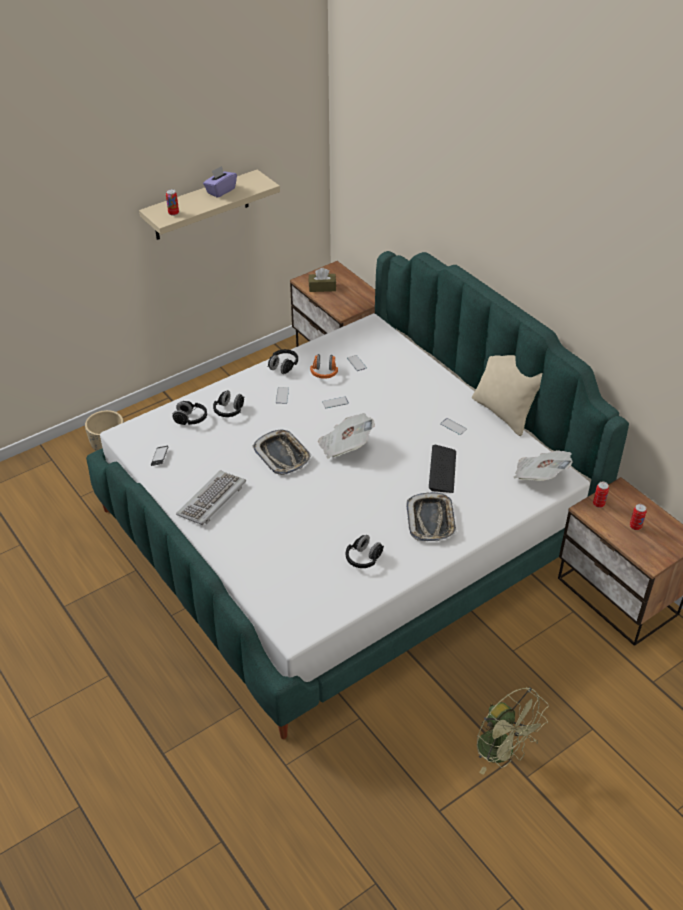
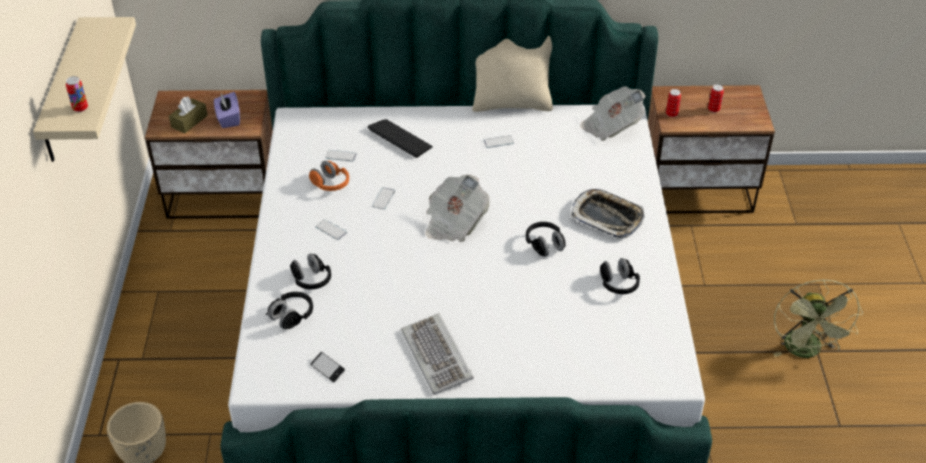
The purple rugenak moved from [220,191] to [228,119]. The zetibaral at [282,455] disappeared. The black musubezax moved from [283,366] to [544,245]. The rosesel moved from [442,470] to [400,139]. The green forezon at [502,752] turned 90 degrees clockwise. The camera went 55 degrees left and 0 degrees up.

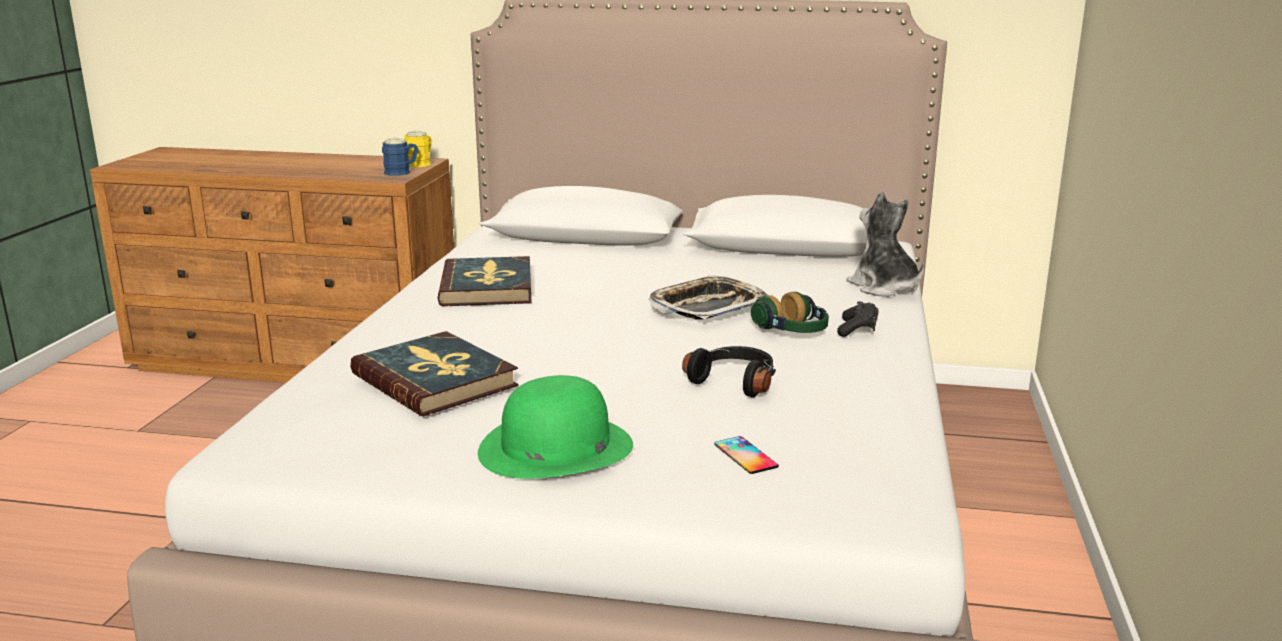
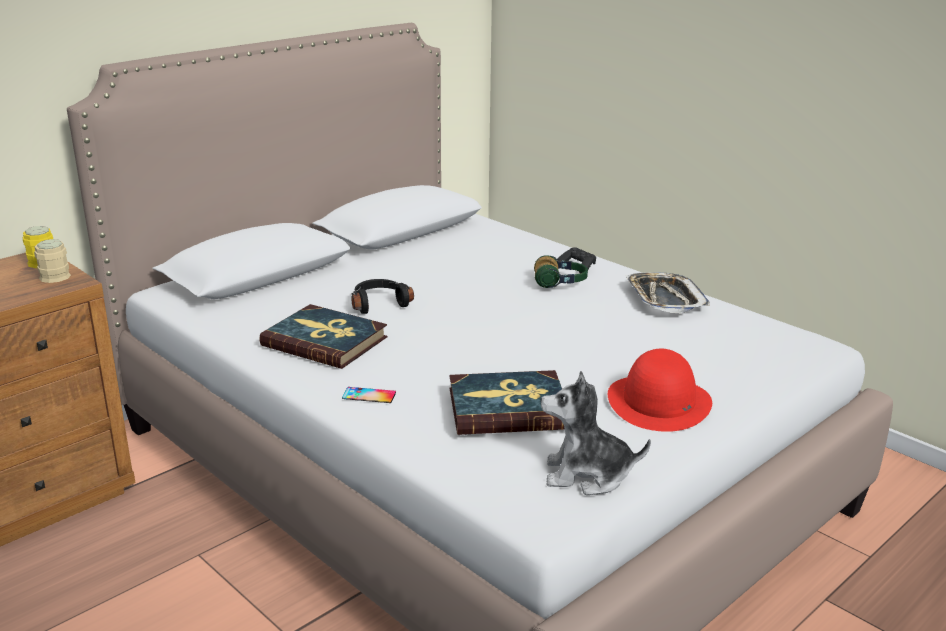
The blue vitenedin at [402,172] became the beige vitenedin at [57,274]. The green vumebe at [555,448] became the red vumebe at [659,402]. The zetibaral moved from [708,307] to [665,299]. The black musubezax moved from [735,381] to [379,303]. The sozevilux moved from [745,455] to [369,395]. The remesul moved from [884,288] to [587,475]. The camera went 55 degrees left and 5 degrees up.

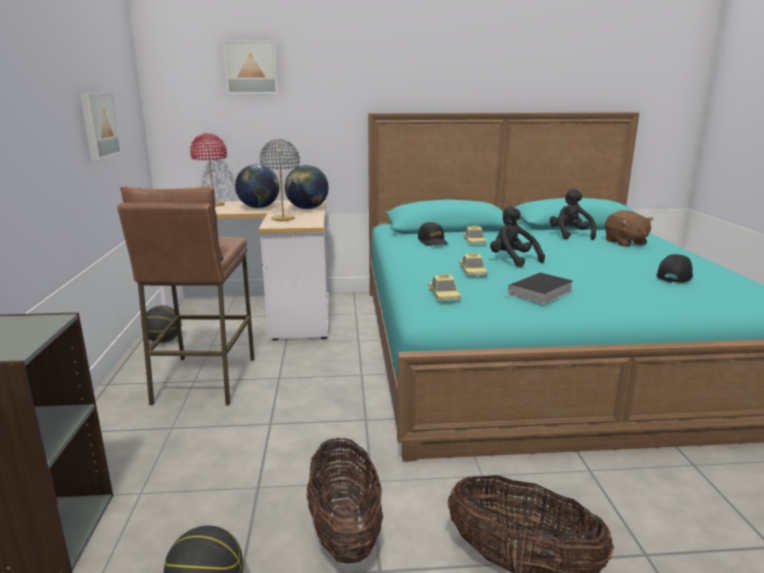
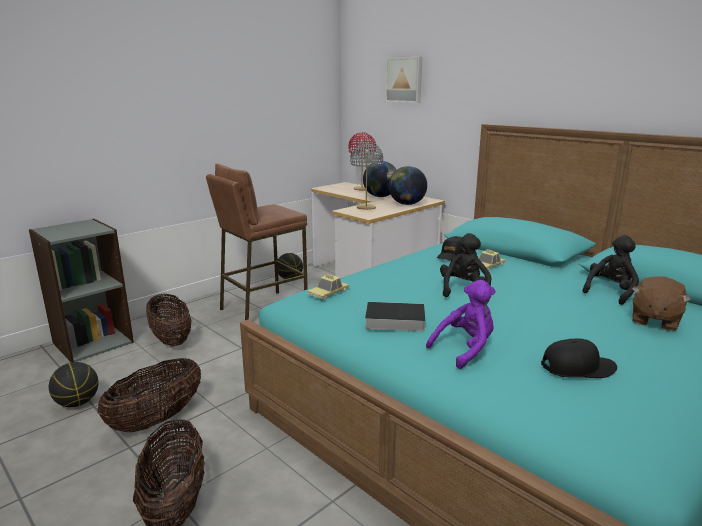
The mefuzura at [98,125] disappeared. The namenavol at [472,271] disappeared. The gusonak at [171,339] appeared. The purple remesul at [465,349] appeared. The camera went 50 degrees right and 0 degrees up.

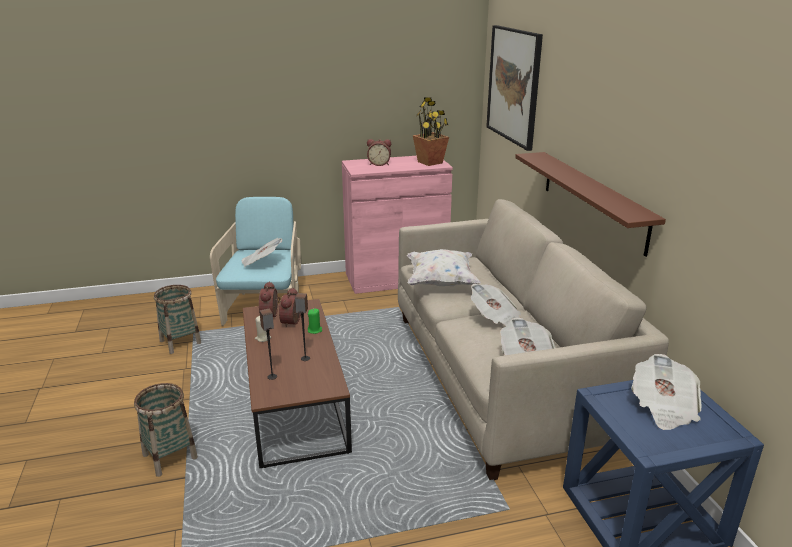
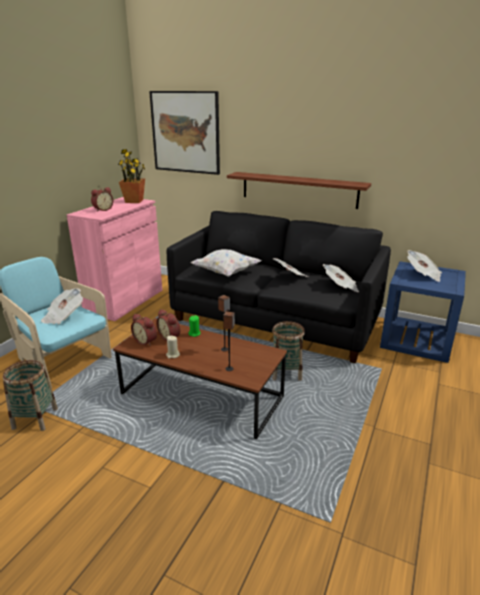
The gusonak moved from [170,456] to [286,372]. The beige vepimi at [501,376] became the black vepimi at [276,320]. The camera went 50 degrees left and 0 degrees up.

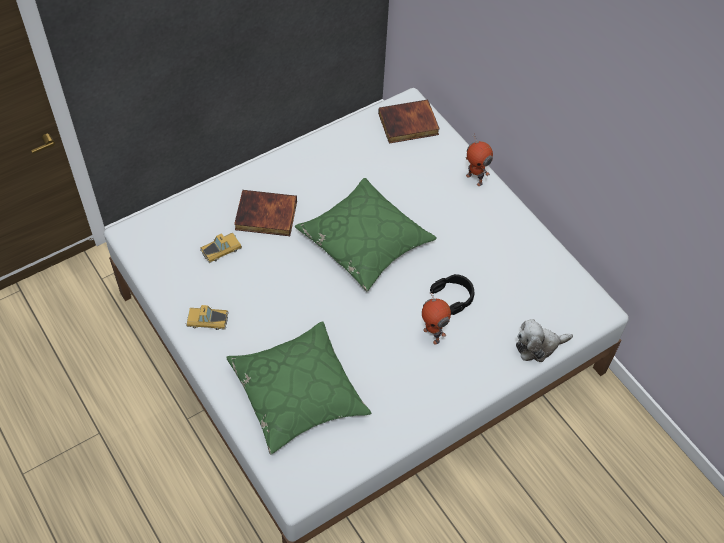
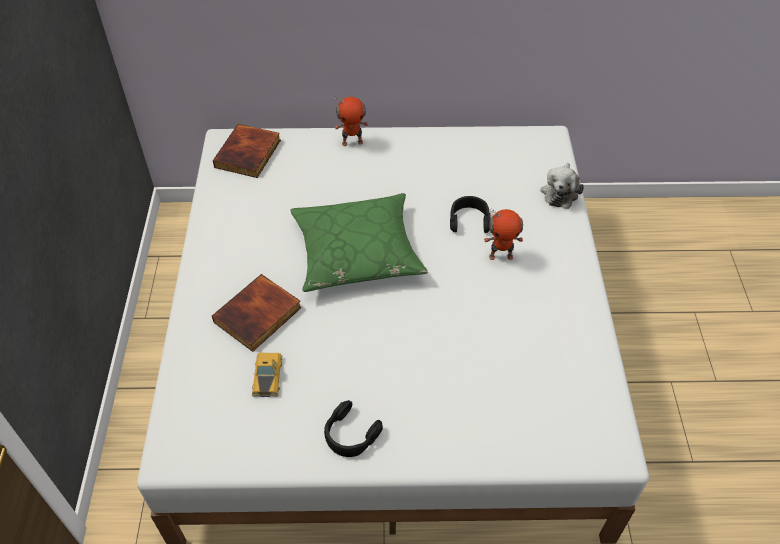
The namenavol at [207,319] was replaced by the black musubezax at [350,434]. The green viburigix at [298,393] disappeared. The camera went 55 degrees left and 5 degrees down.

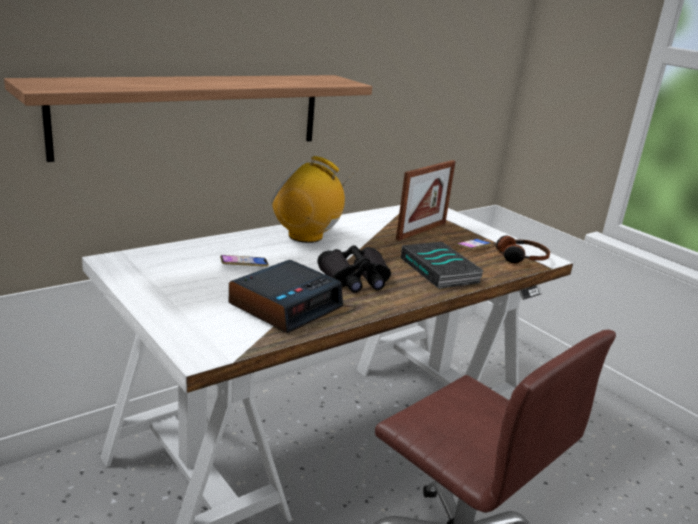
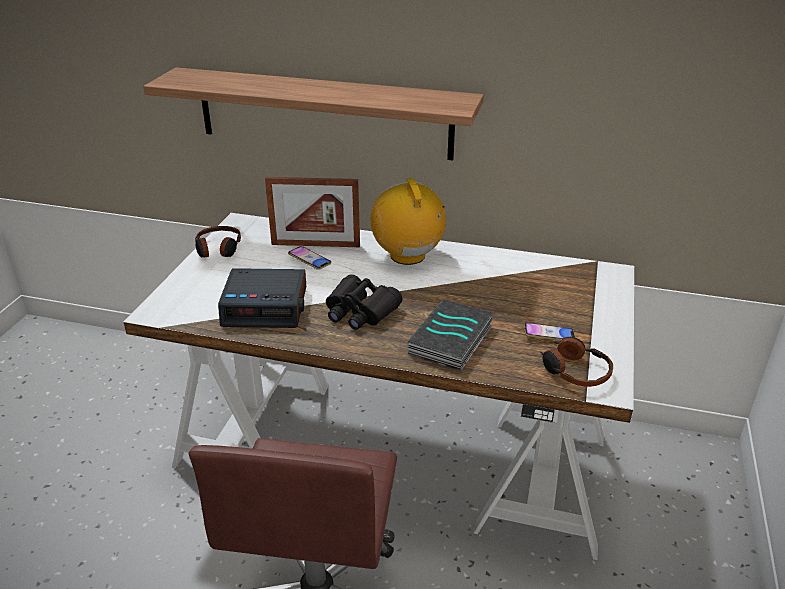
The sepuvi moved from [421,231] to [315,245]. The musubezax at [218,249] appeared. The camera went 55 degrees right and 10 degrees up.

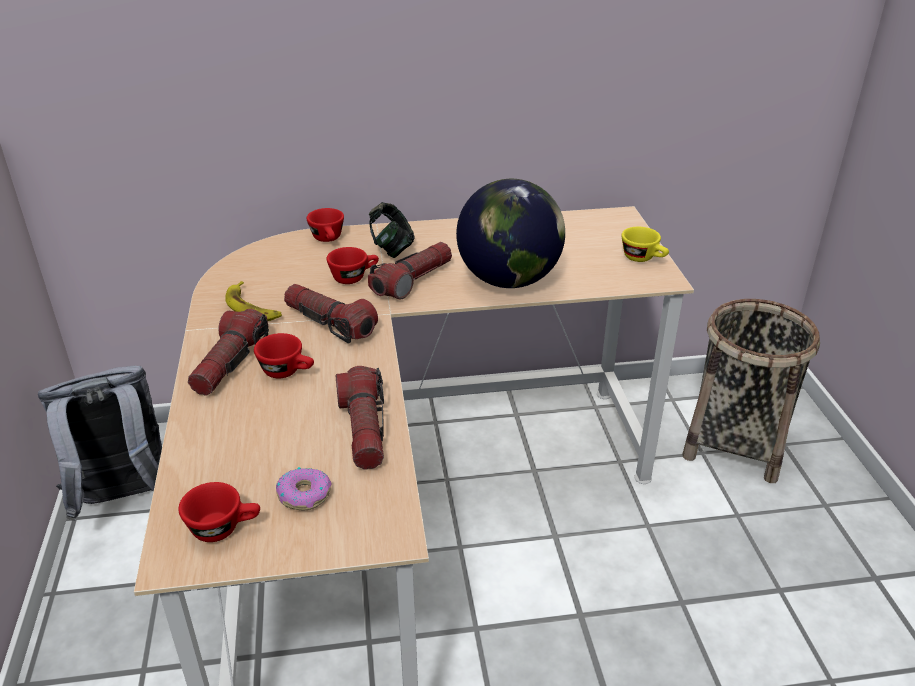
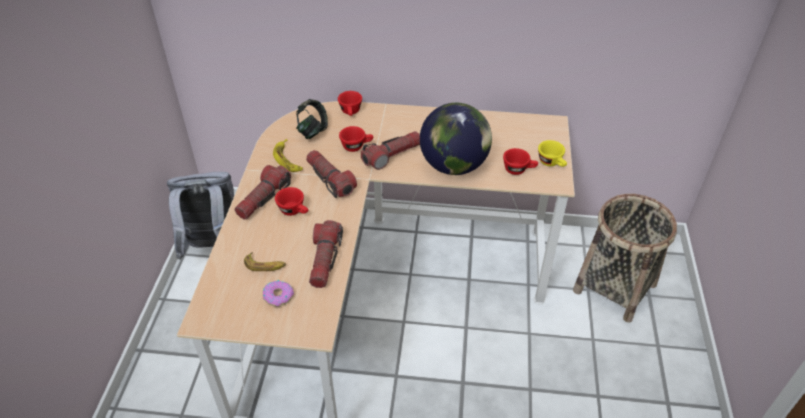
The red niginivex moved from [224,527] to [519,170]. The musubezax moved from [392,249] to [312,131]. The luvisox at [265,265] appeared. The camera went 15 degrees right and 10 degrees up.

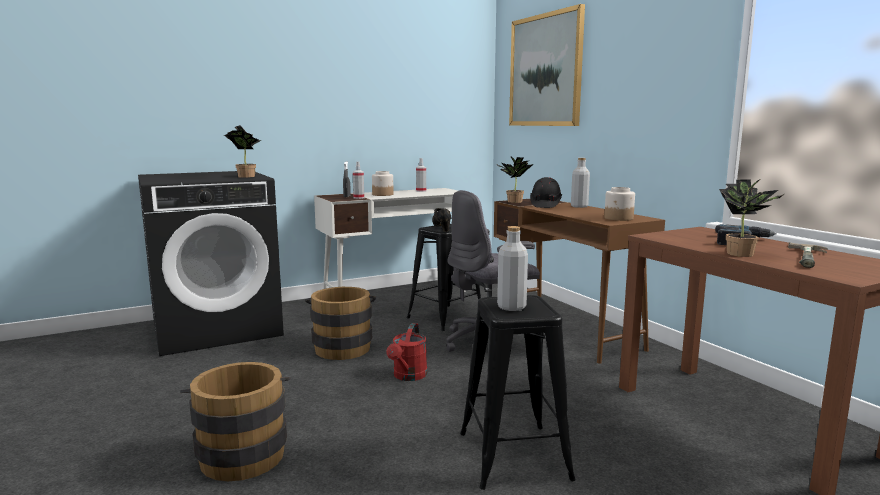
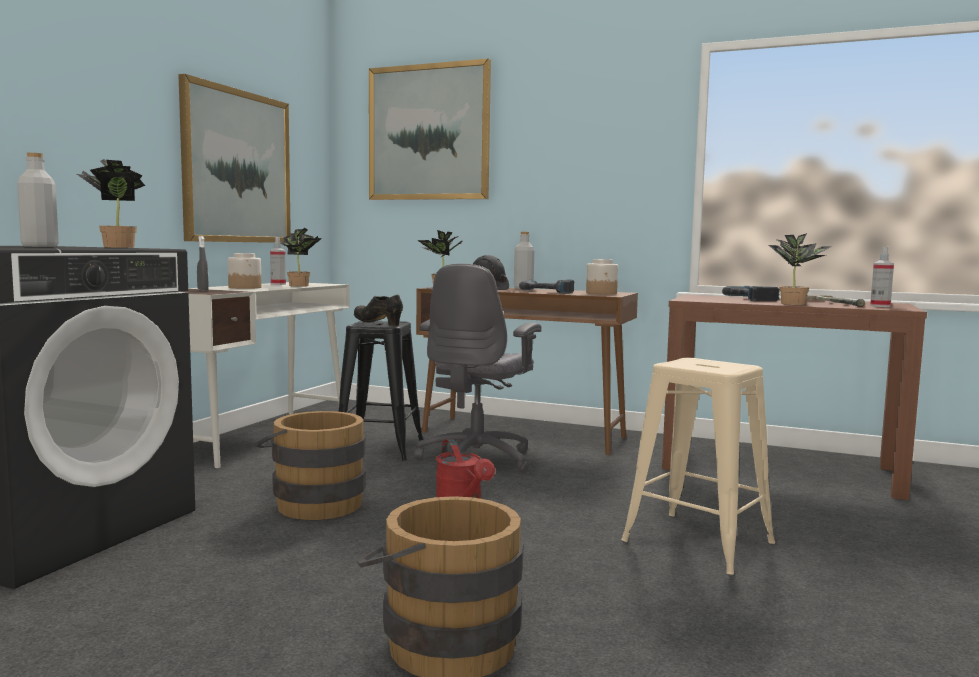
The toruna moved from [358,198] to [880,306]. The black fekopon at [513,455] became the beige fekopon at [697,541]. The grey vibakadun moved from [511,307] to [40,246]. The mefuzura at [237,167] appeared. The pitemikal at [301,286] appeared. The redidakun at [547,291] appeared. The camera went 40 degrees left and 5 degrees down.

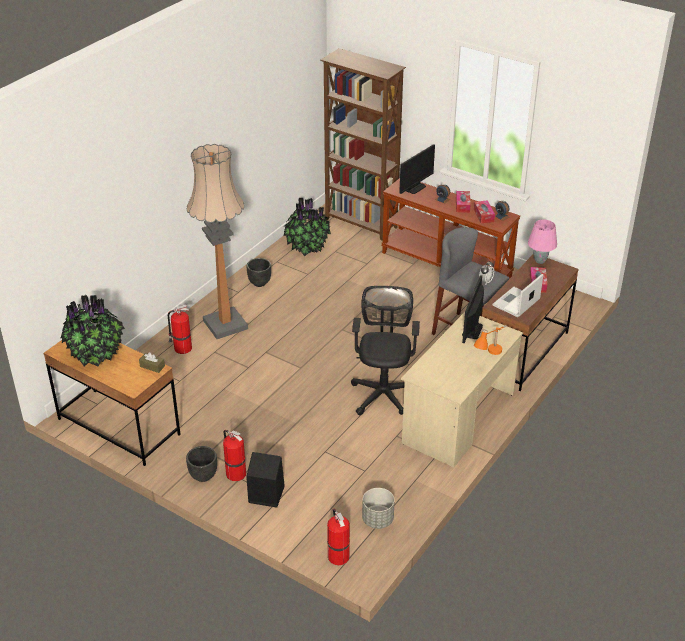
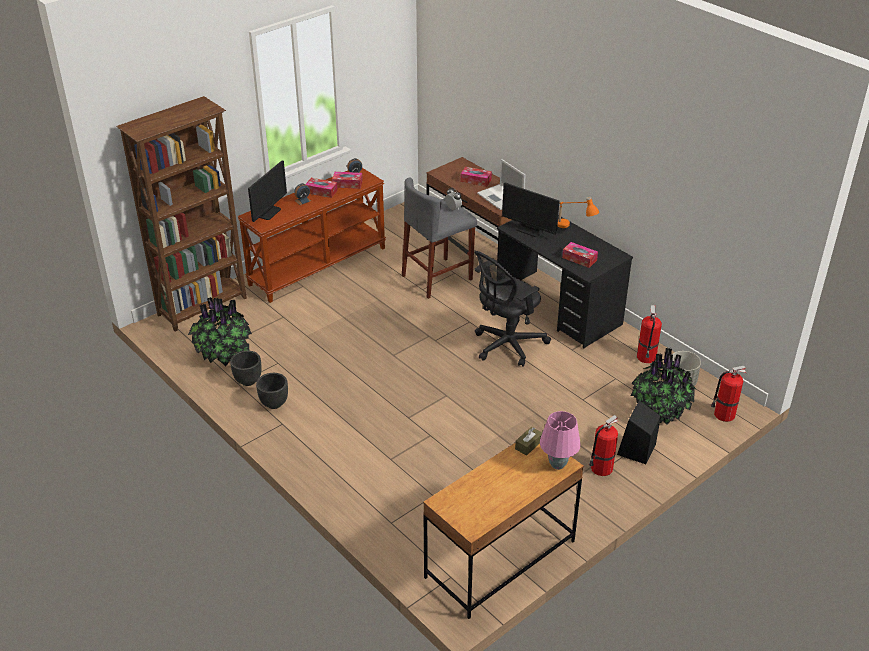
The pitemikal moved from [96,354] to [659,410]. The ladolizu moved from [182,348] to [646,357]. The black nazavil moved from [203,476] to [248,380]. The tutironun at [225,324] disappeared. The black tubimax at [383,392] turned 60 degrees counterclockwise. The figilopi at [415,188] turned 60 degrees clockwise. The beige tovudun at [458,418] became the black tovudun at [558,308]. The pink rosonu moved from [539,261] to [558,465]. The rugenak at [579,259] appeared. The camera went 75 degrees left and 0 degrees up.

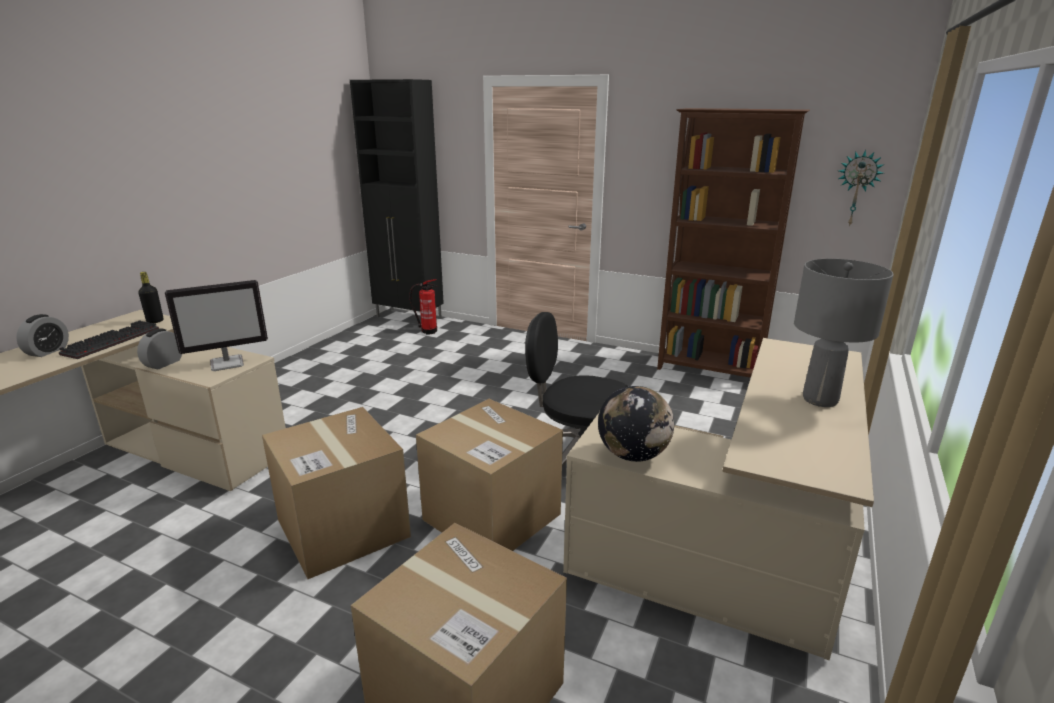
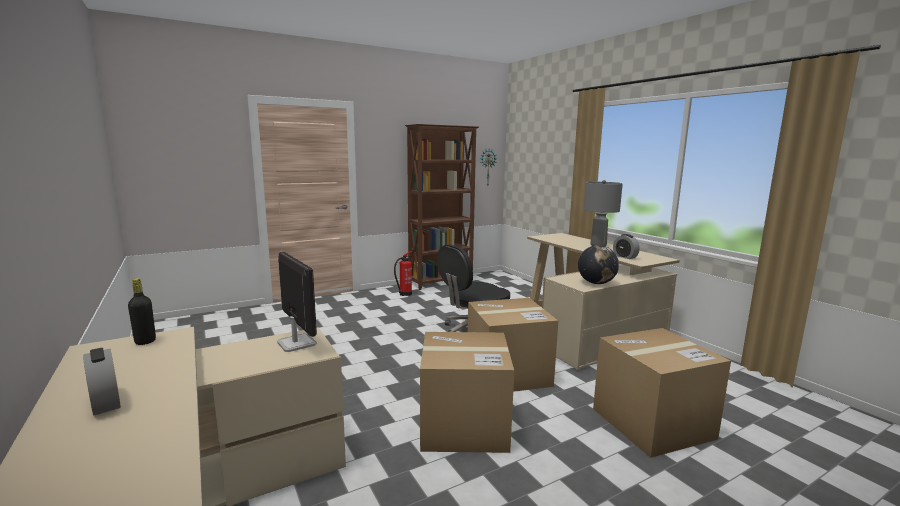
The rosesel at [112,341] disappeared. The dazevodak moved from [164,363] to [625,257]. The figilopi at [228,363] turned 45 degrees counterclockwise. The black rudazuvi at [409,317] disappeared. The ladolizu moved from [427,331] to [404,294]. The camera went 55 degrees left and 10 degrees down.

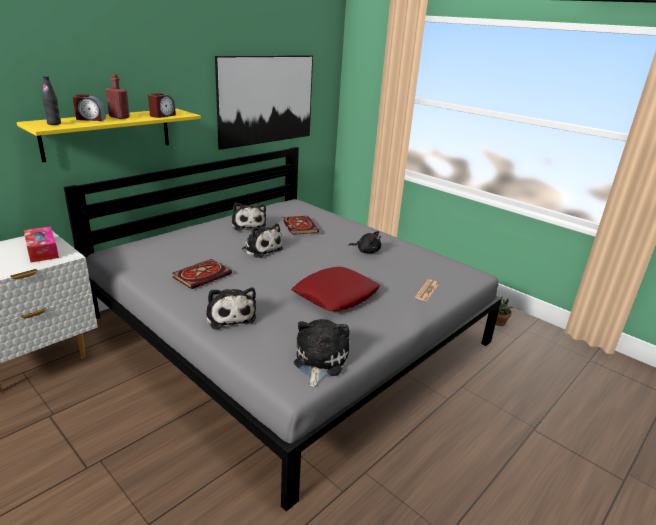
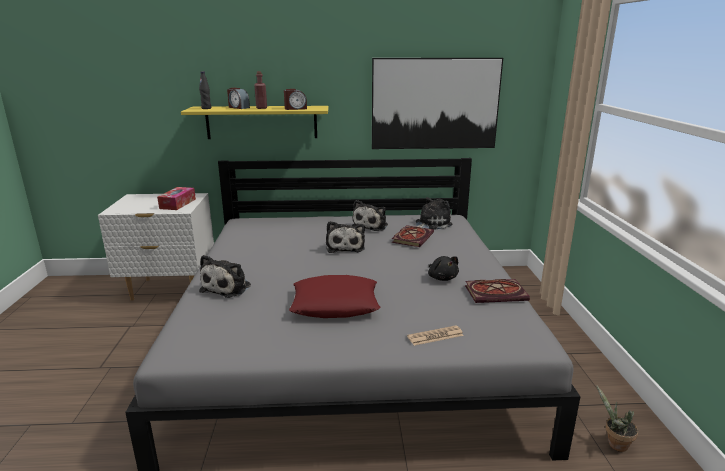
The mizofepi moved from [202,275] to [496,293]. The remesul moved from [319,361] to [431,224]. The camera went 45 degrees right and 5 degrees down.

